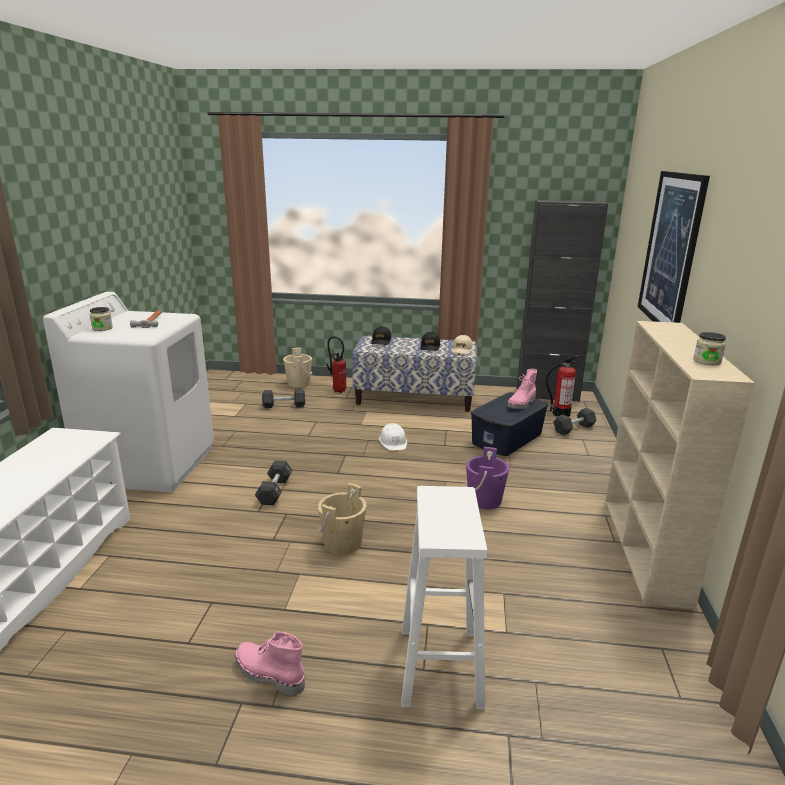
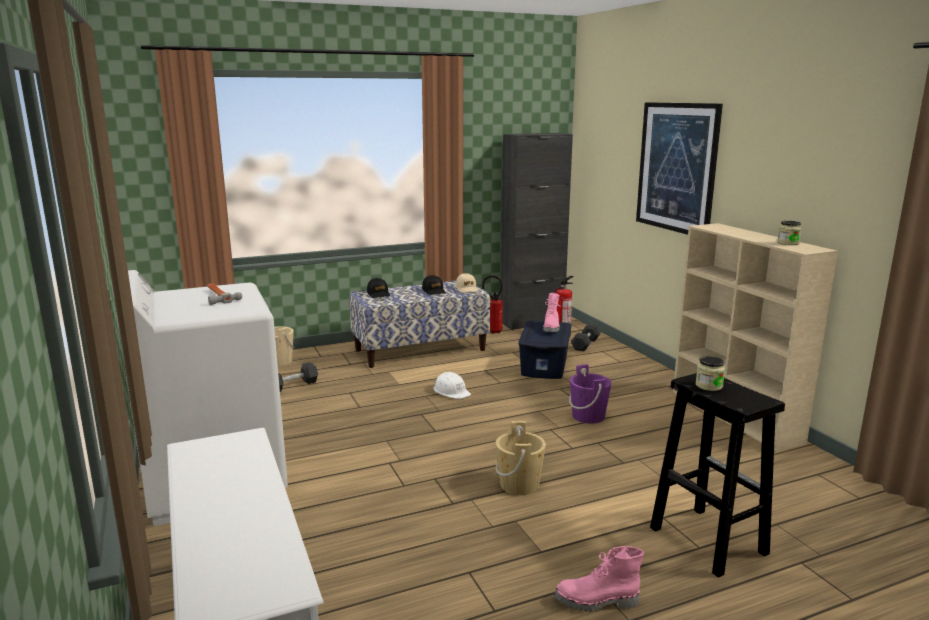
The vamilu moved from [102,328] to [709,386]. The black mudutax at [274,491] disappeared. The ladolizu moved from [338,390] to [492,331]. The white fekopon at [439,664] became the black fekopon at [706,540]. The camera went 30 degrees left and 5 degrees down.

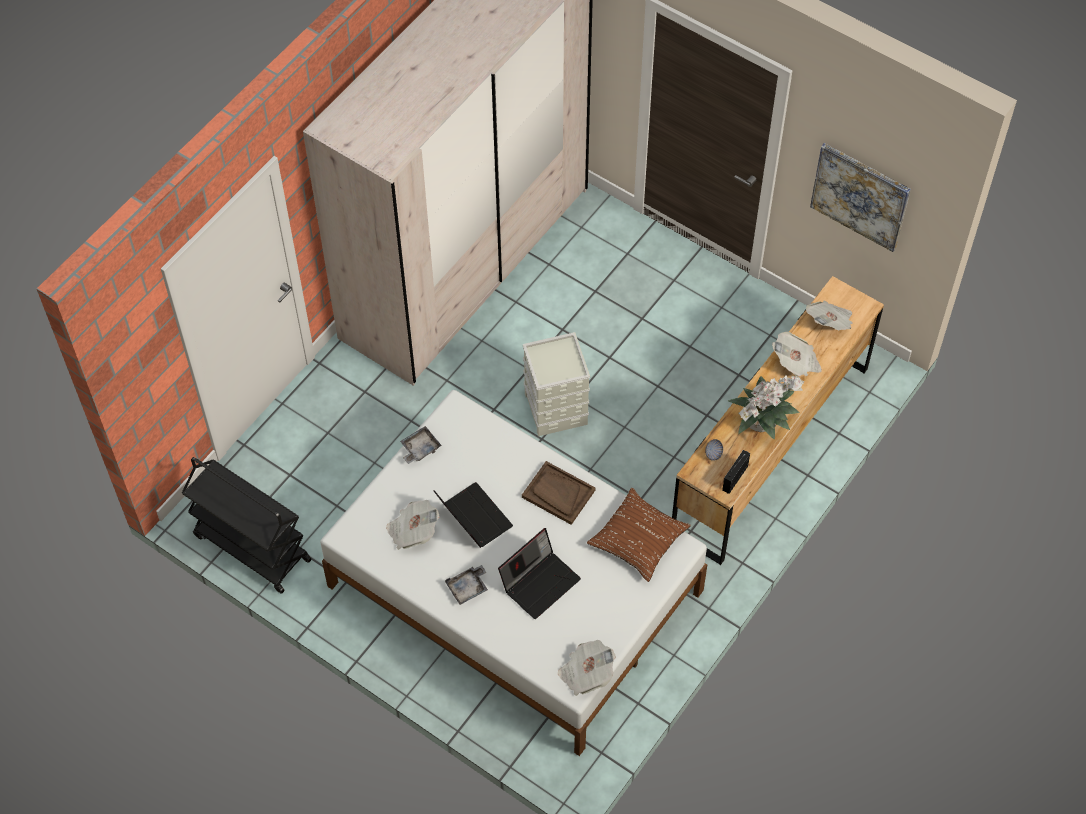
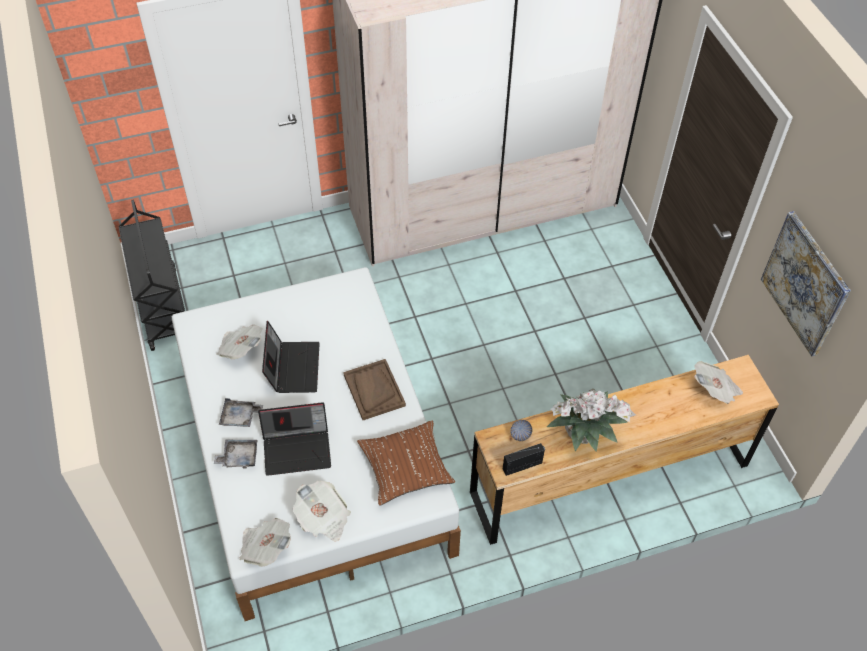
The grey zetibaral moved from [420,448] to [238,457]. The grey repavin at [556,409] disappeared. The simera moved from [796,363] to [323,518]. The camera went 35 degrees right and 5 degrees down.

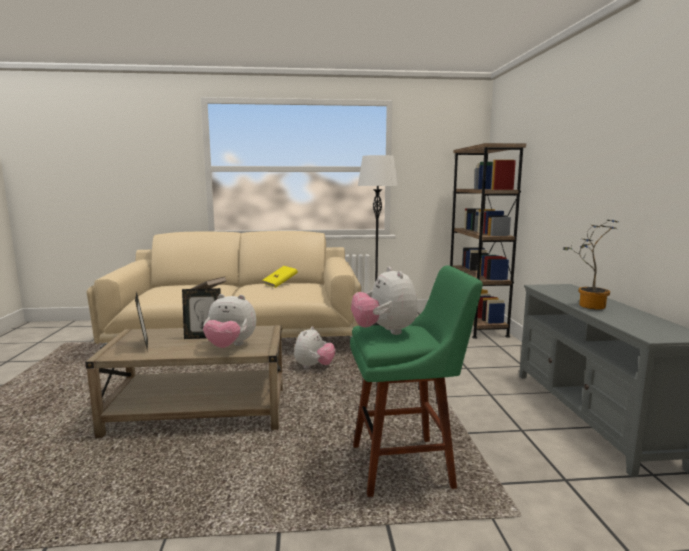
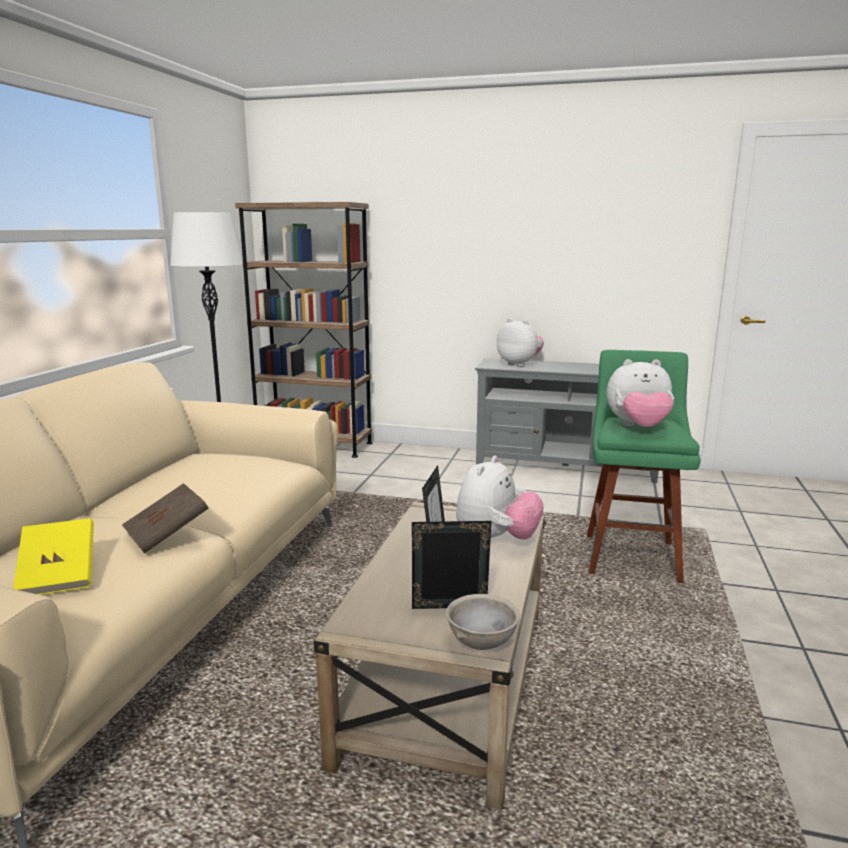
The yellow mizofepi moved from [280,284] to [59,576]. The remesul moved from [314,367] to [519,364]. The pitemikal at [587,305] disappeared. The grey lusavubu at [480,643] appeared. The camera went 70 degrees left and 5 degrees up.

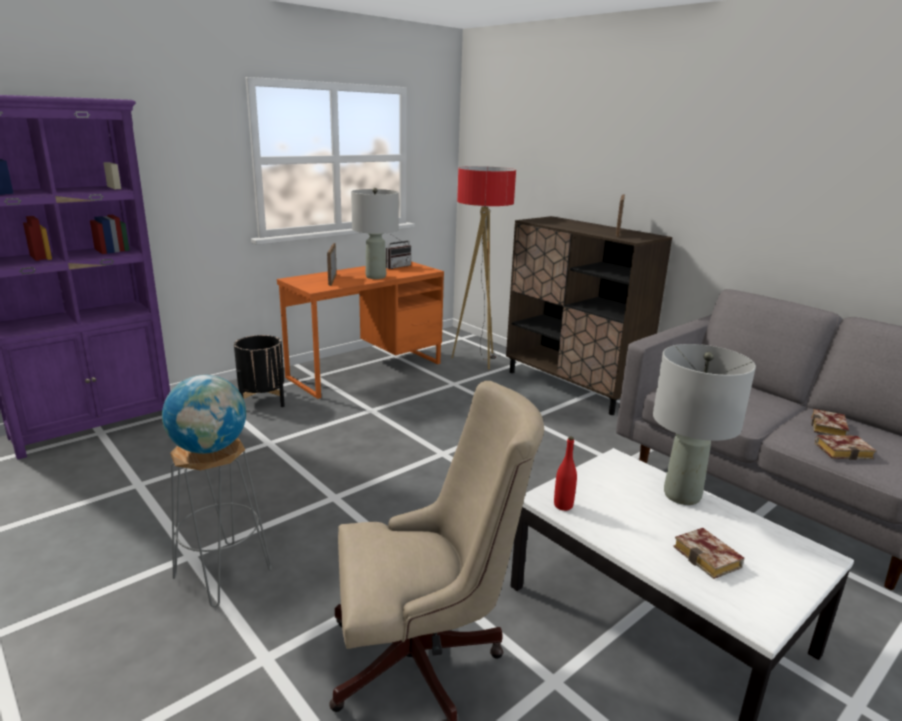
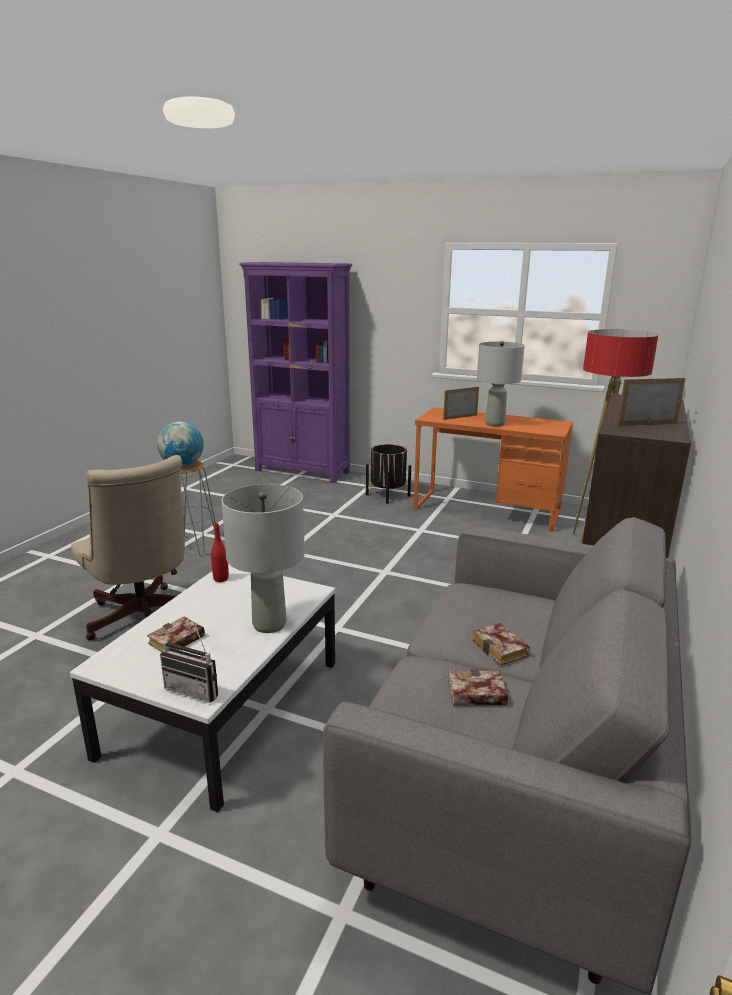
The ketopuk moved from [396,266] to [196,689]. The mizofepi moved from [844,451] to [502,649]. The camera went 65 degrees right and 0 degrees up.

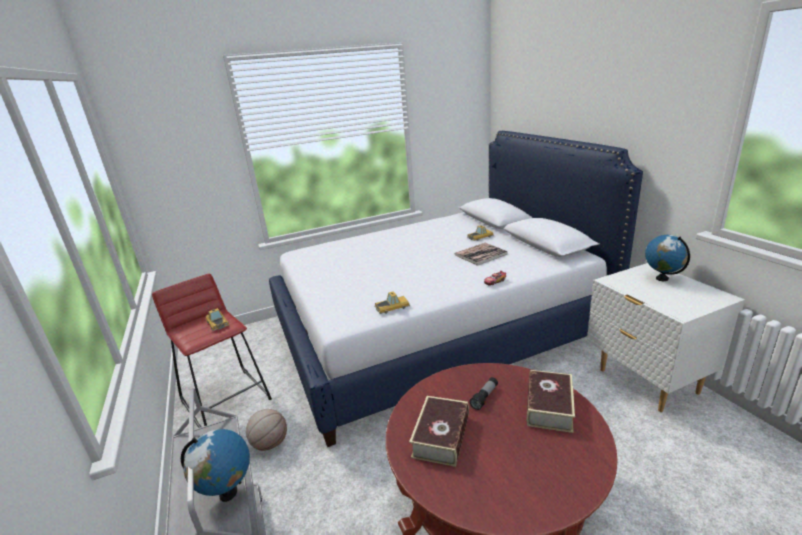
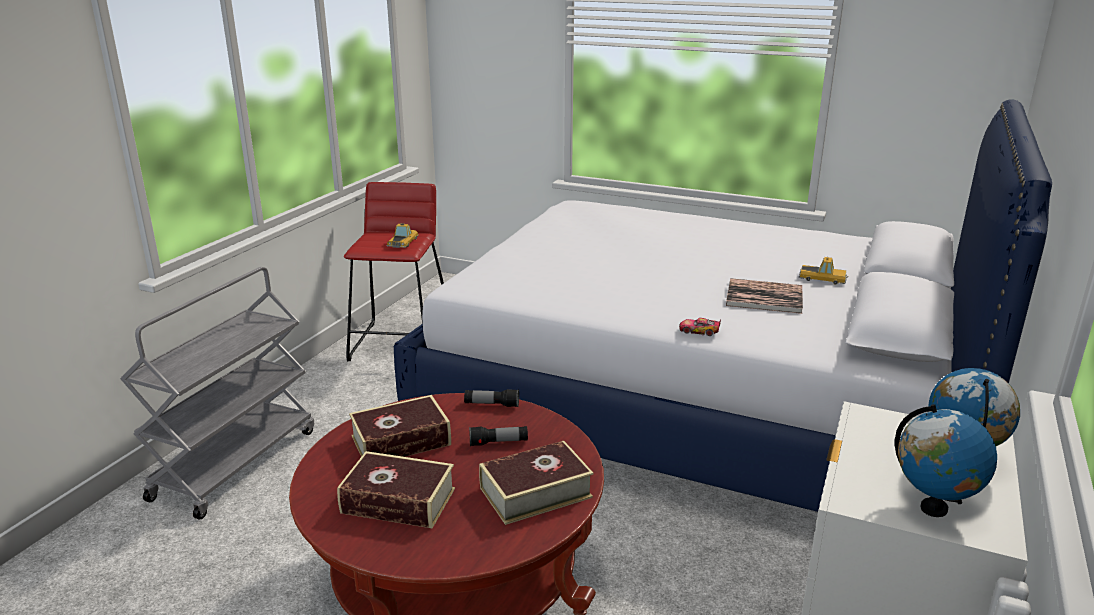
The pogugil moved from [228,493] to [933,508]. The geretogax at [270,444] disappeared. The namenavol at [392,307] disappeared. The mizofepi at [398,501] appeared. The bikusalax at [492,405] appeared. The camera went 45 degrees right and 0 degrees up.

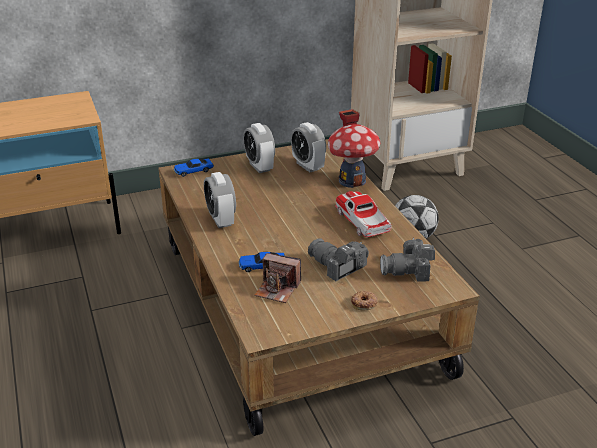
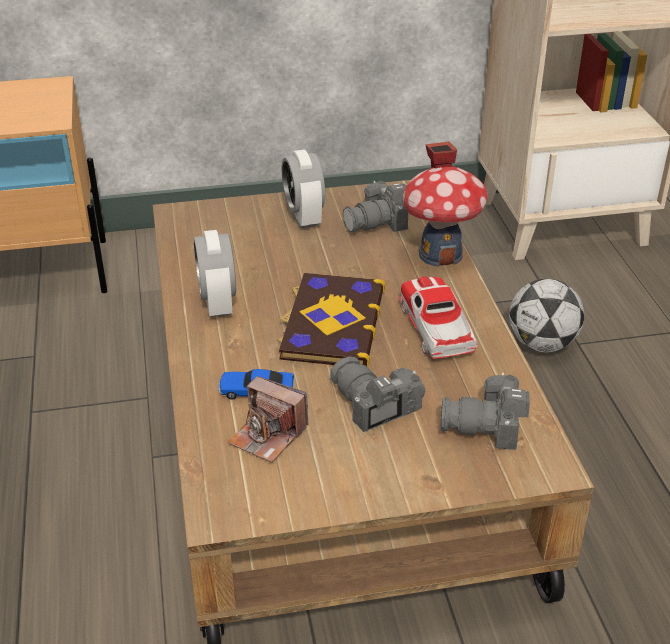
The namenavol at [193,171] disappeared. The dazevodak at [308,166] was replaced by the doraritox at [378,222]. The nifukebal at [364,303] disappeared. The mizofepi at [331,323] appeared. The camera went 10 degrees right and 5 degrees up.

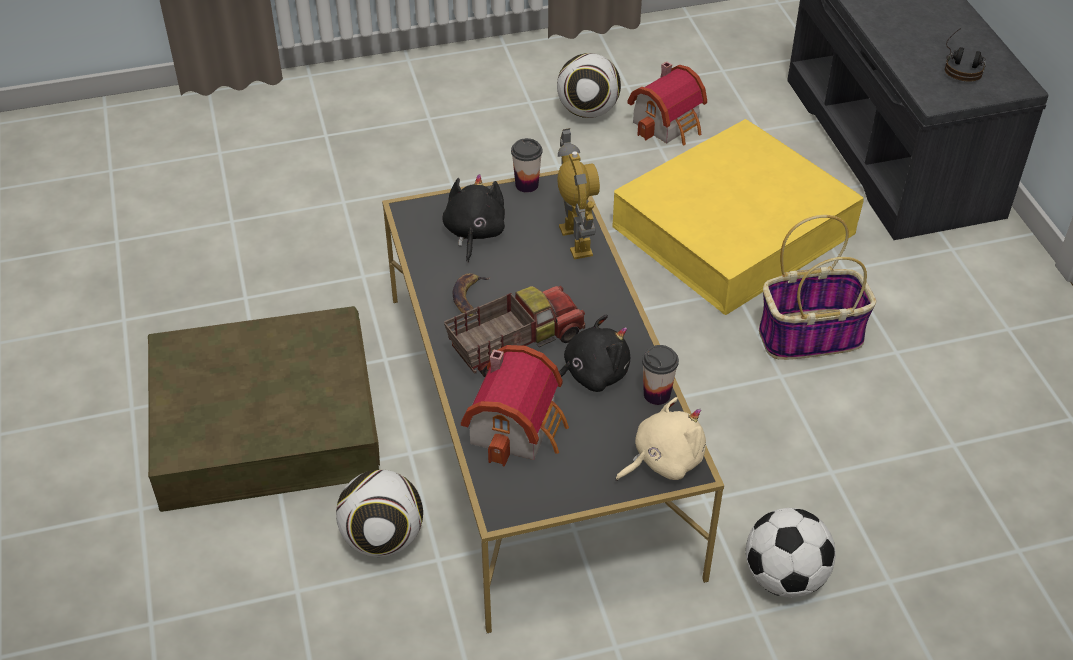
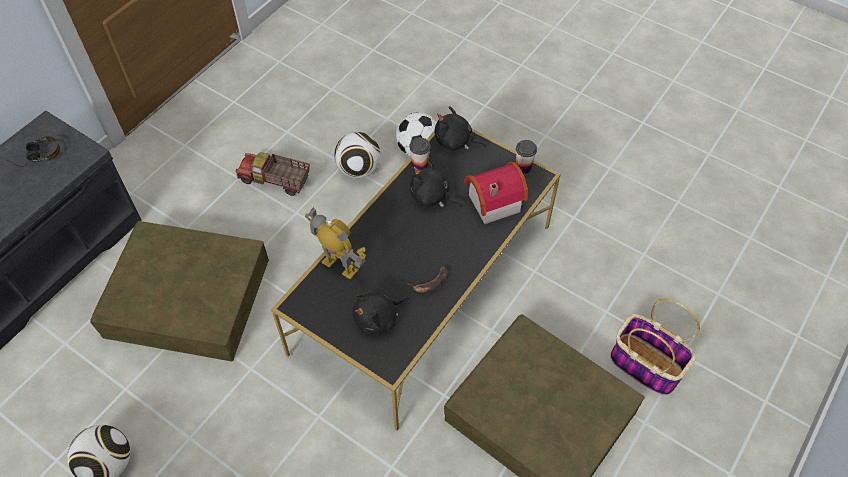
The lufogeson moved from [383,538] to [359,169]. The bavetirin moved from [514,344] to [275,181]. The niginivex moved from [526,185] to [523,167]. The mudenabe at [576,240] turned 90 degrees clockwise. The yellow repavin at [733,229] became the brown repavin at [188,297]. The beige remesul at [663,460] became the black remesul at [455,141]. The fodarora at [669,124] disappeared. The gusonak moved from [811,335] to [644,364]. The camera went 130 degrees left and 10 degrees up.

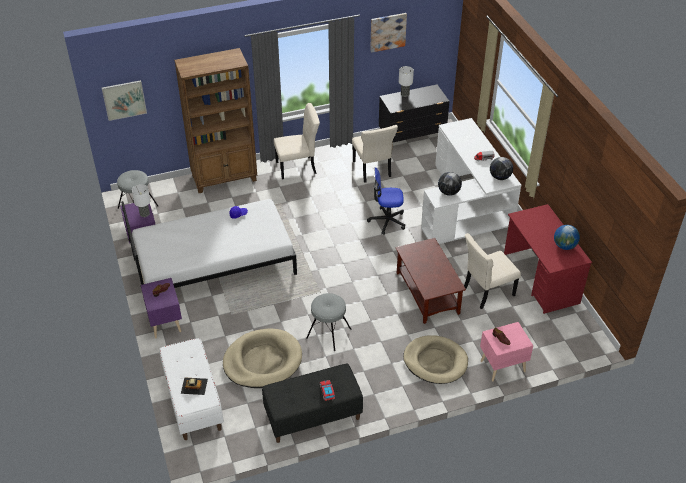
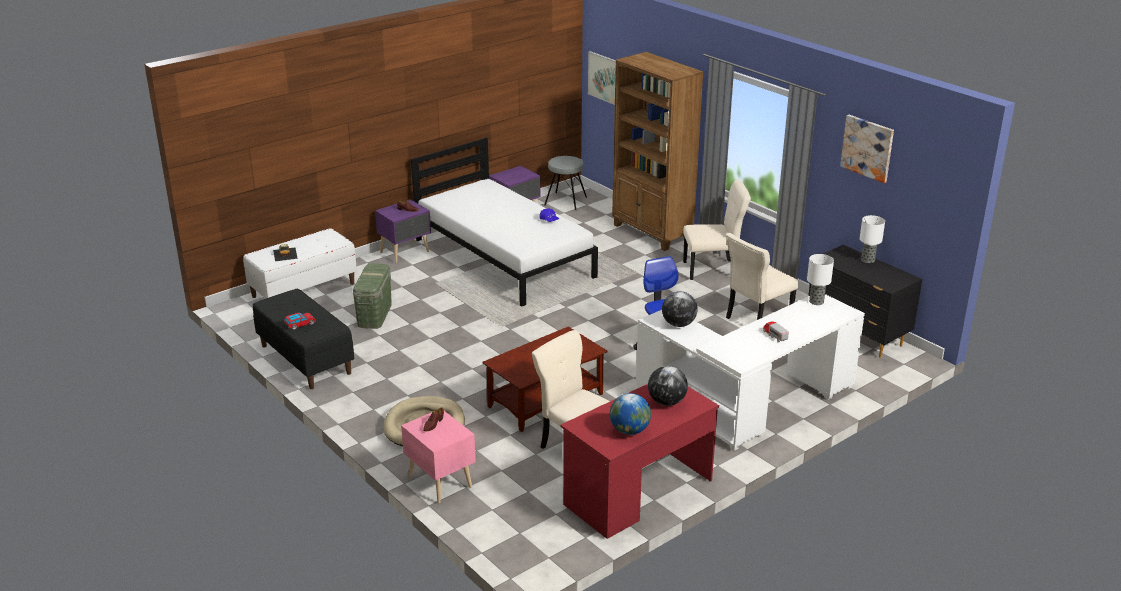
The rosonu moved from [145,214] to [816,302]. The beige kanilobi at [262,361] was replaced by the green repavin at [374,314]. The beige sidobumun at [298,167] turned 60 degrees counterclockwise. The grey fekopon at [328,333] disappeared. The pogugil moved from [500,177] to [667,402]. The camera went 70 degrees right and 15 degrees down.

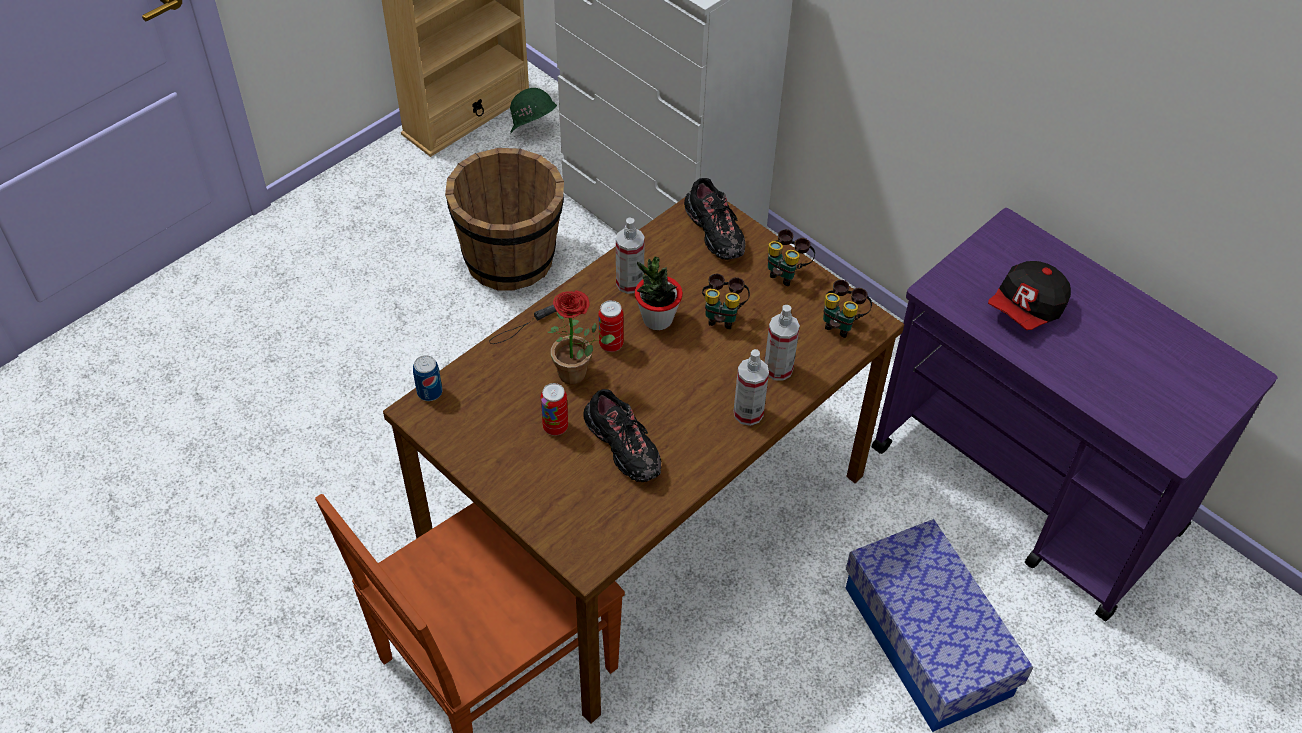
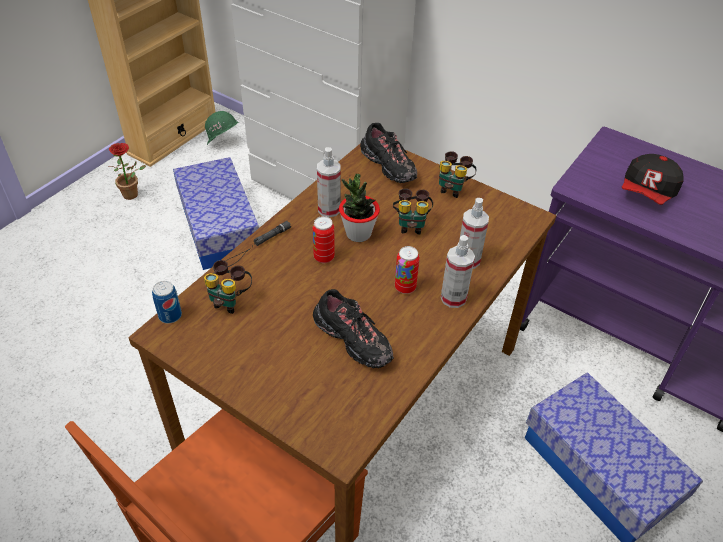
The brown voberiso at [511,259] was replaced by the repavin at [219,228]. The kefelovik moved from [555,427] to [405,287]. The pitemikal moved from [578,374] to [134,194]. The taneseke moved from [842,323] to [230,300]. The camera went 10 degrees left and 5 degrees down.

